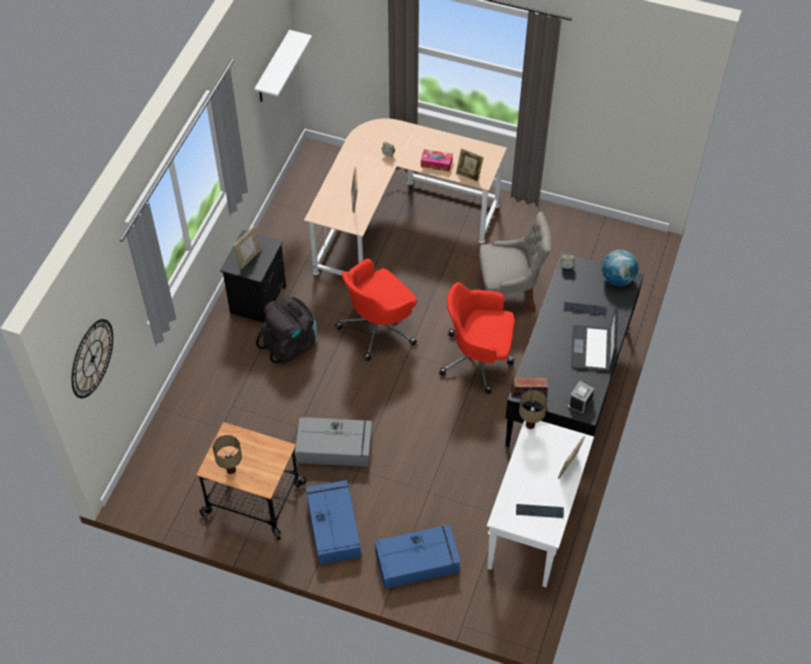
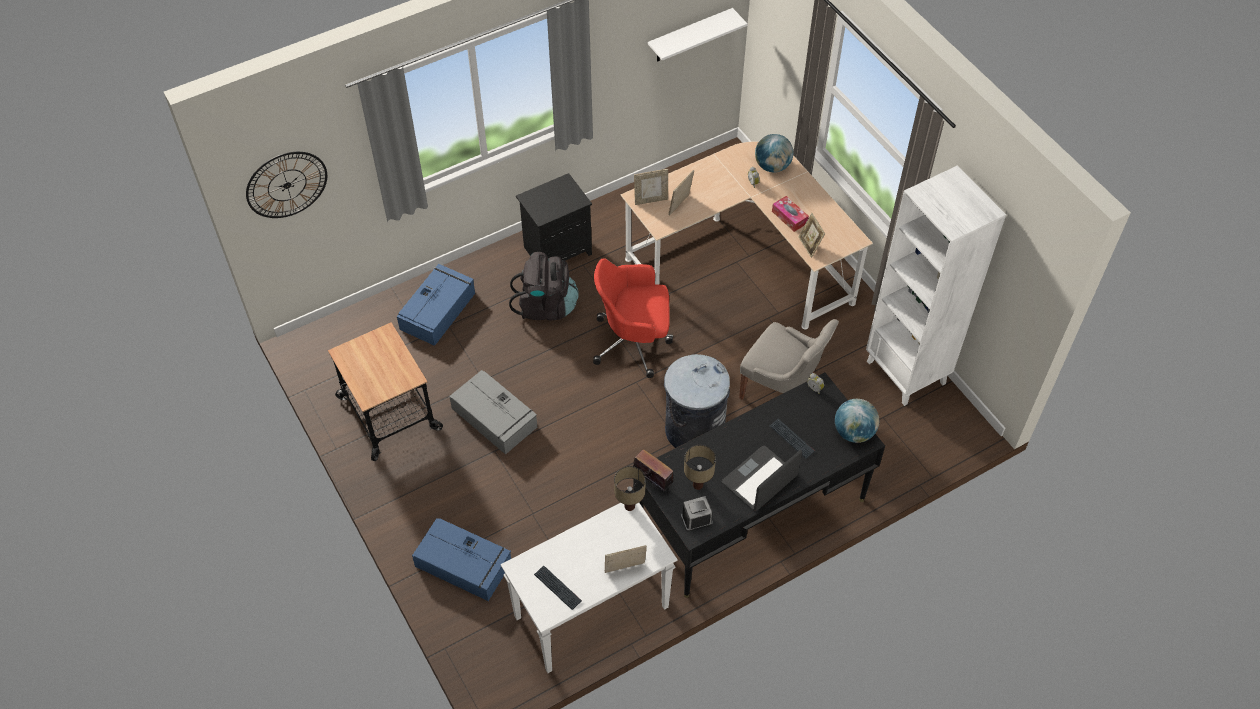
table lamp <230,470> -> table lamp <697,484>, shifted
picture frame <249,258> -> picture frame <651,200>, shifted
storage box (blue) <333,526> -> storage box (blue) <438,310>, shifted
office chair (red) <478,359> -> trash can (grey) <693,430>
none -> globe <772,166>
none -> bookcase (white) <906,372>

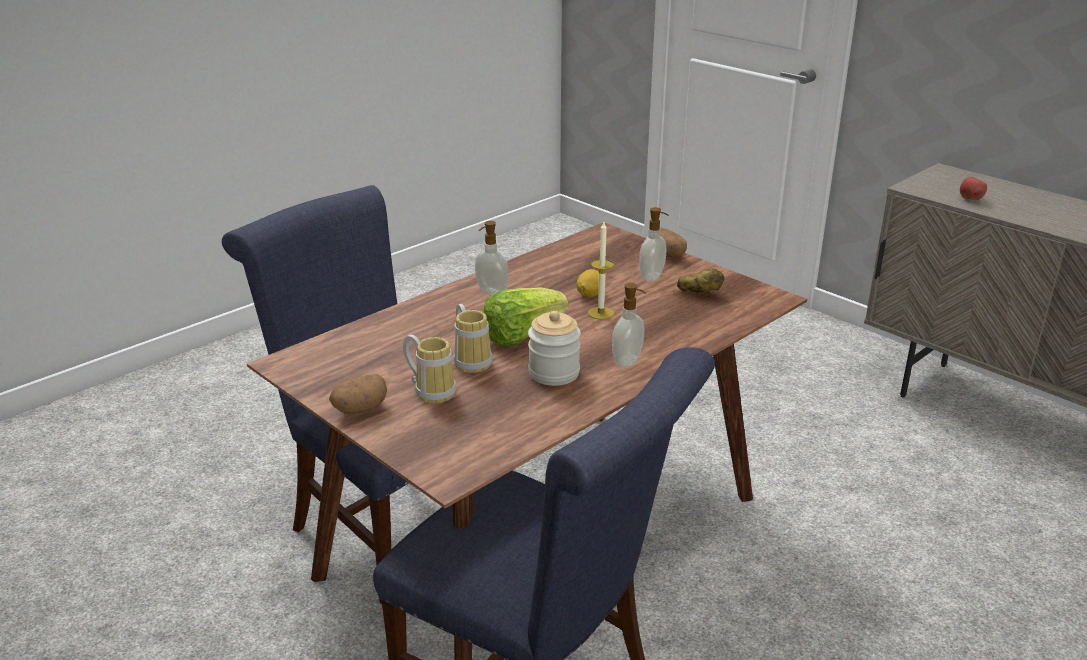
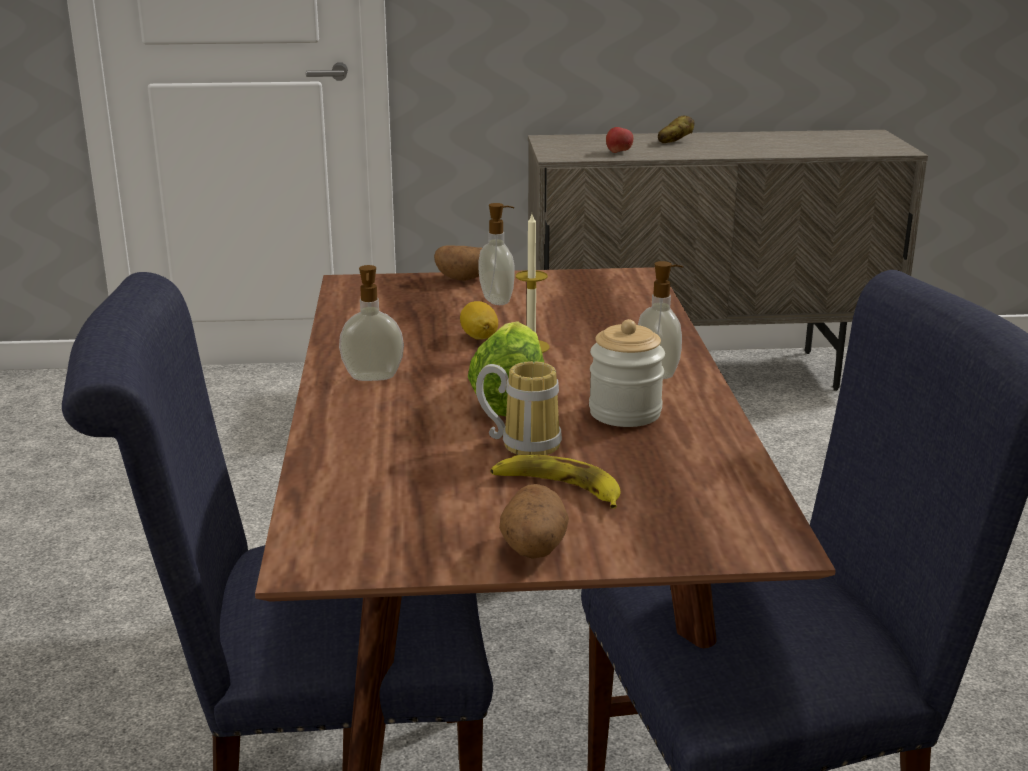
mug <432,390> -> banana <558,488>
potato <700,292> -> potato <674,141>, shifted

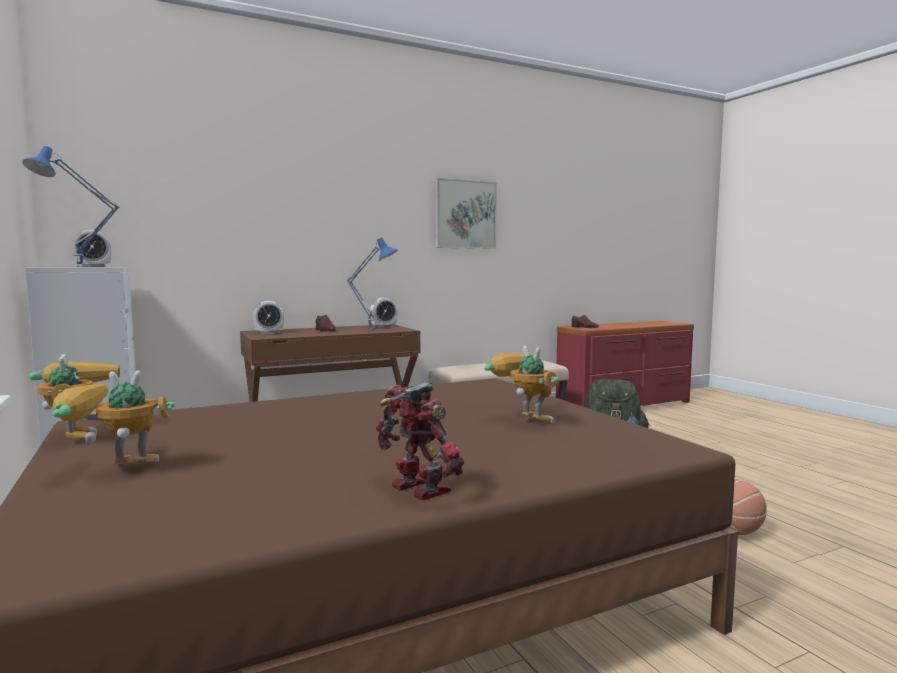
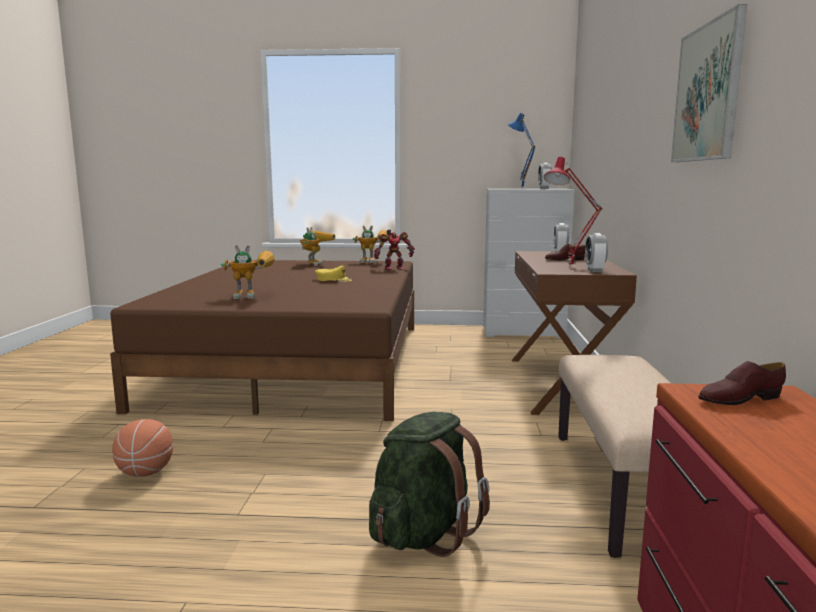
table lamp (blue) <372,329> -> table lamp (red) <572,267>
toy robot <417,490> -> toy robot <393,268>, shifted
none -> cap (yellow) <333,279>

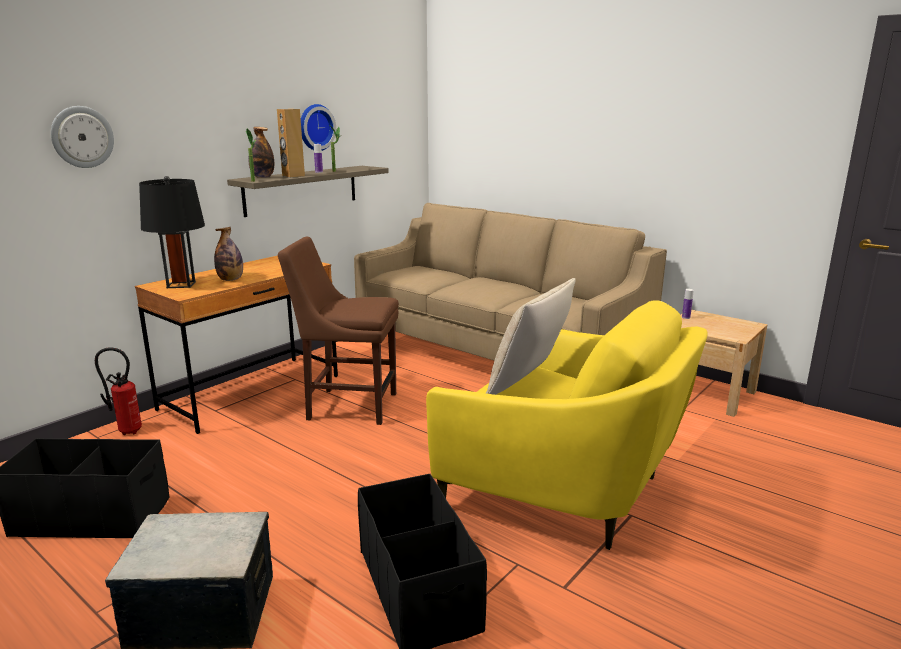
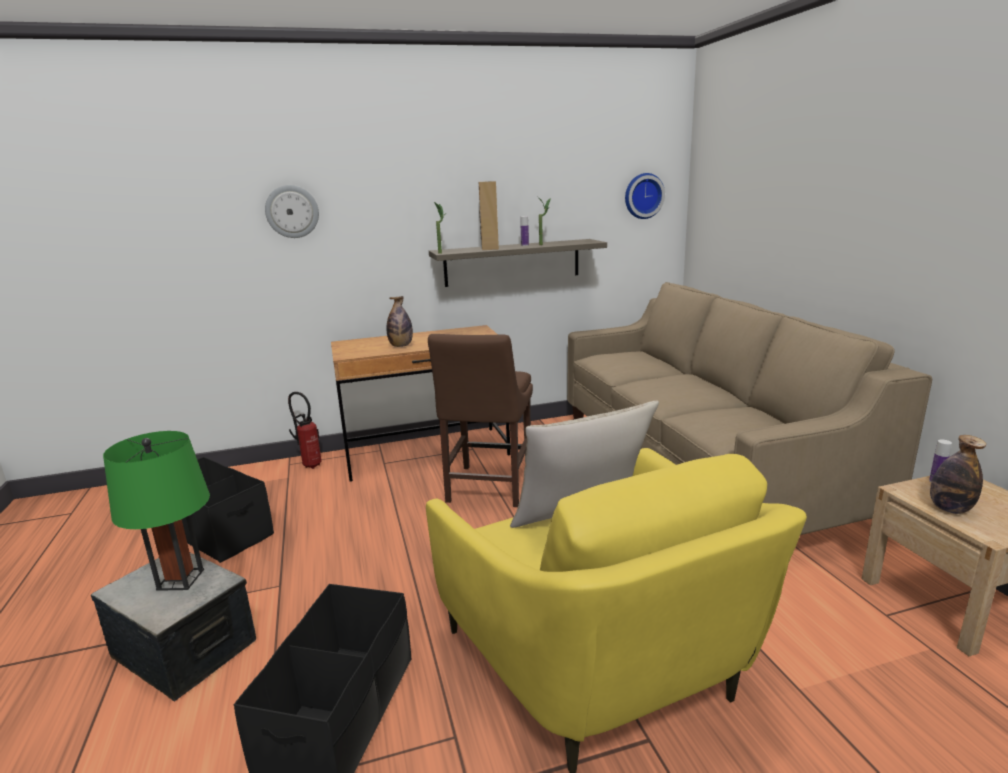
table lamp (black) <181,285> -> none
bottle <262,177> -> bottle <950,509>, shifted
chair (brown) <348,405> -> chair (brown) <487,488>, 120 degrees counterclockwise
wall clock <315,127> -> wall clock <643,196>, shifted
none -> table lamp (green) <180,579>

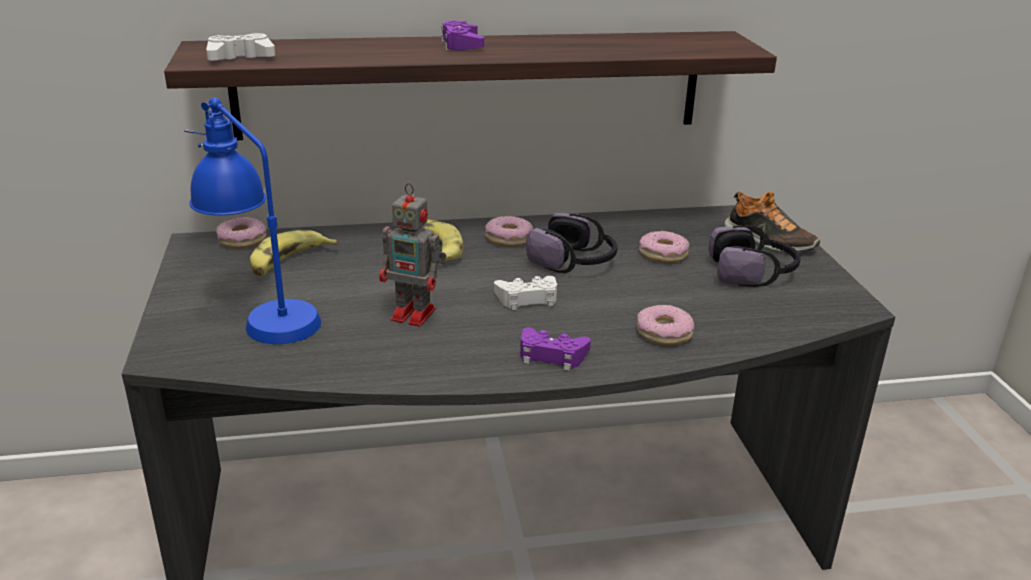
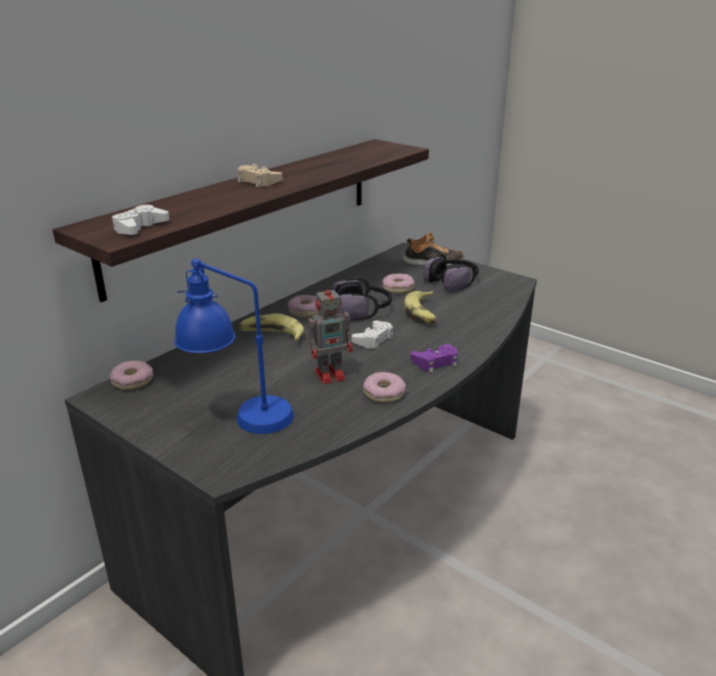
banana <288,262> -> banana <423,313>, shifted
game controller (purple) <461,44> -> game controller (beige) <258,181>
donut <664,333> -> donut <384,393>, shifted

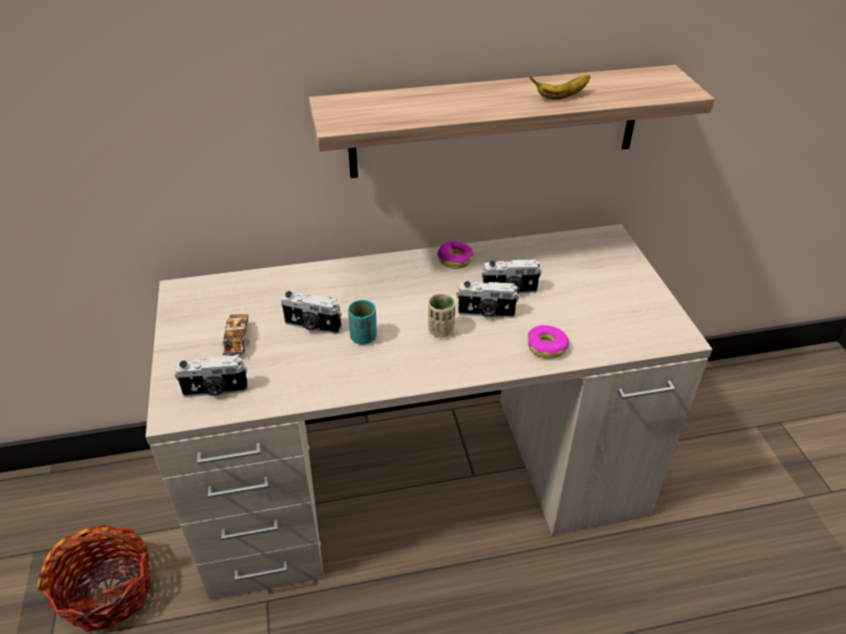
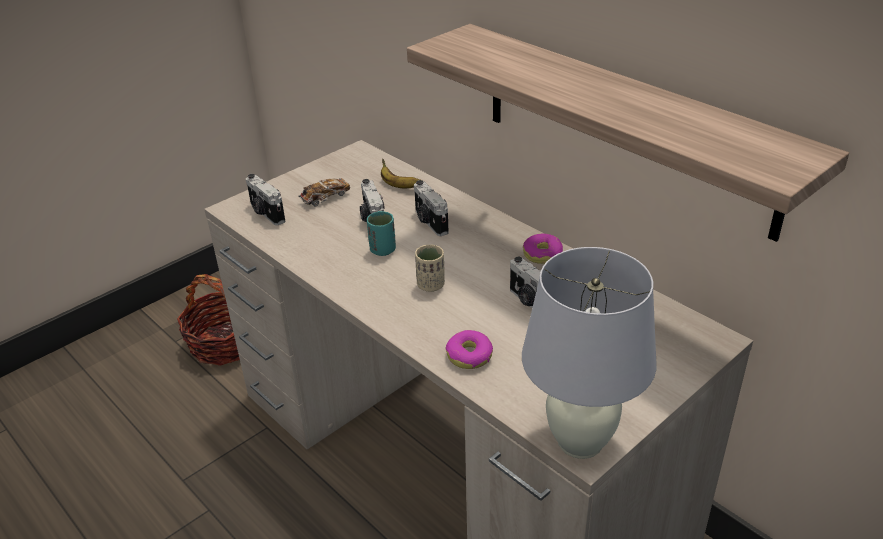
photo camera <486,313> -> photo camera <429,222>, shifted
banana <561,97> -> banana <398,186>, shifted
none -> table lamp (white) <579,441>

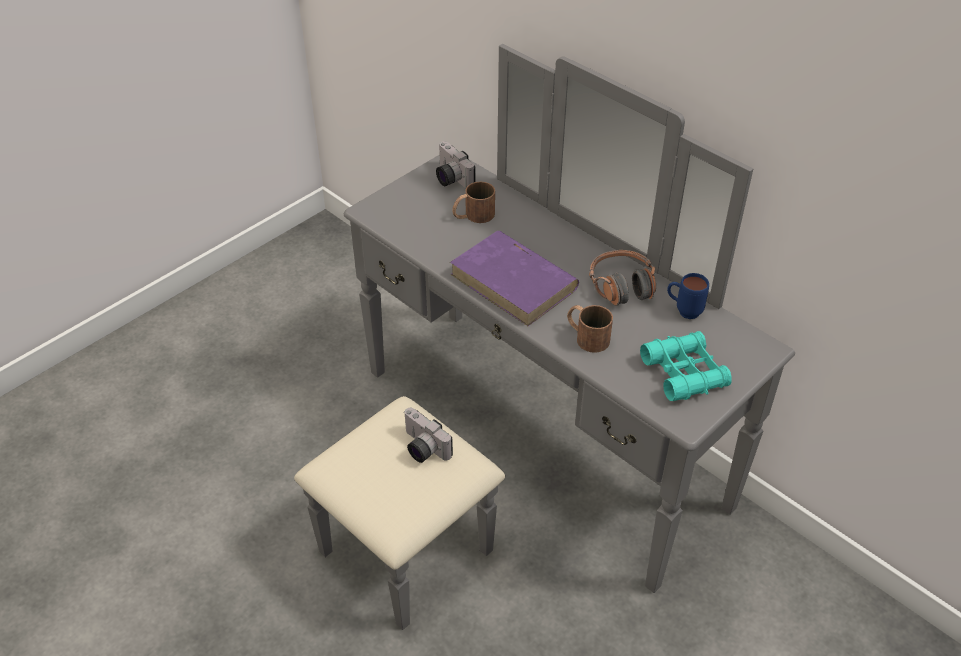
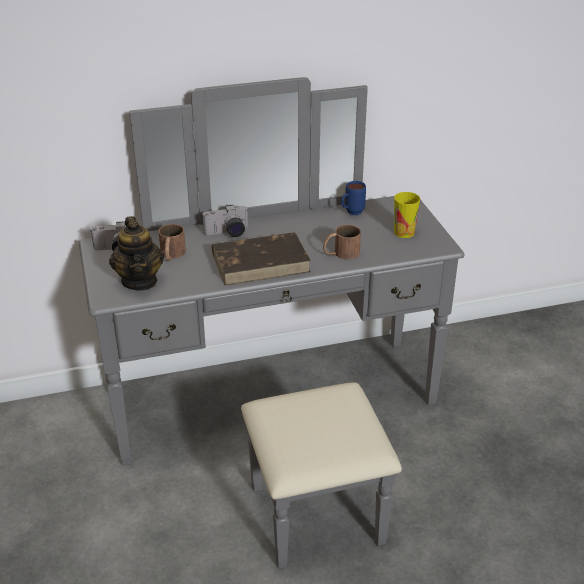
photo camera <422,448> -> photo camera <227,233>, shifted
book (purple) <514,282> -> book (brown) <261,262>
headphones <622,286> -> none
binoculars (turquoise) <684,373> -> cup <404,232>
none -> teapot <140,281>

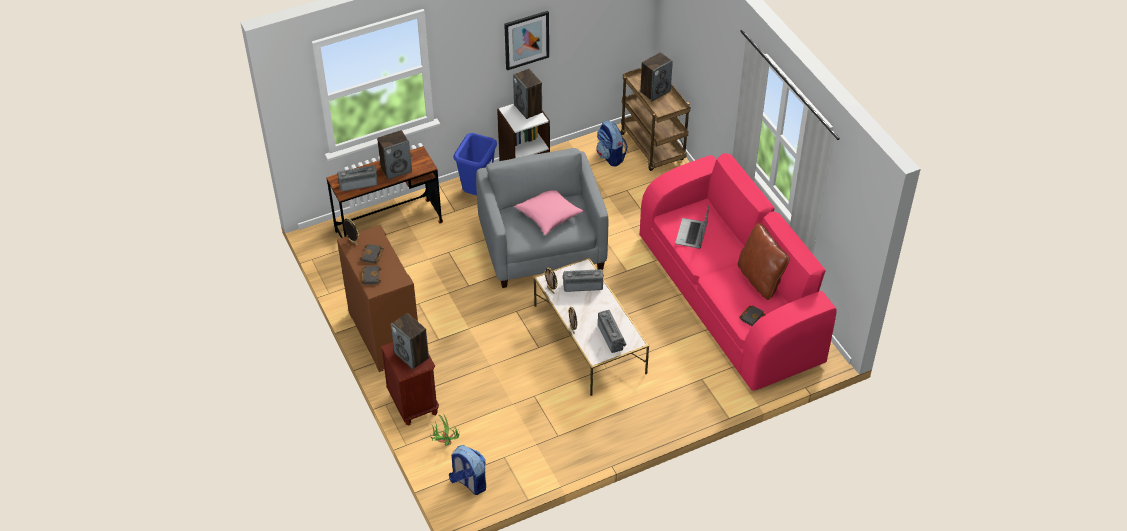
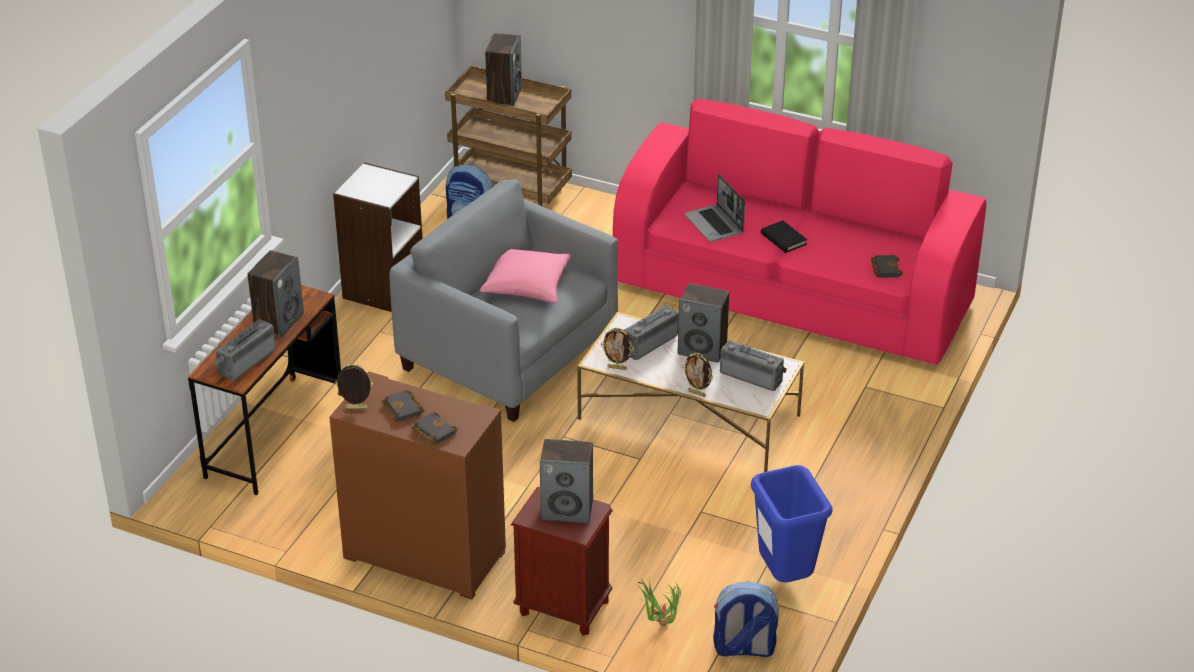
trash can (blue) <477,192> -> trash can (blue) <784,577>, shifted
picture <526,40> -> none
speaker <528,109> -> speaker <703,349>, shifted
pillow (brown) <760,279> -> none
none -> book (black) <783,239>

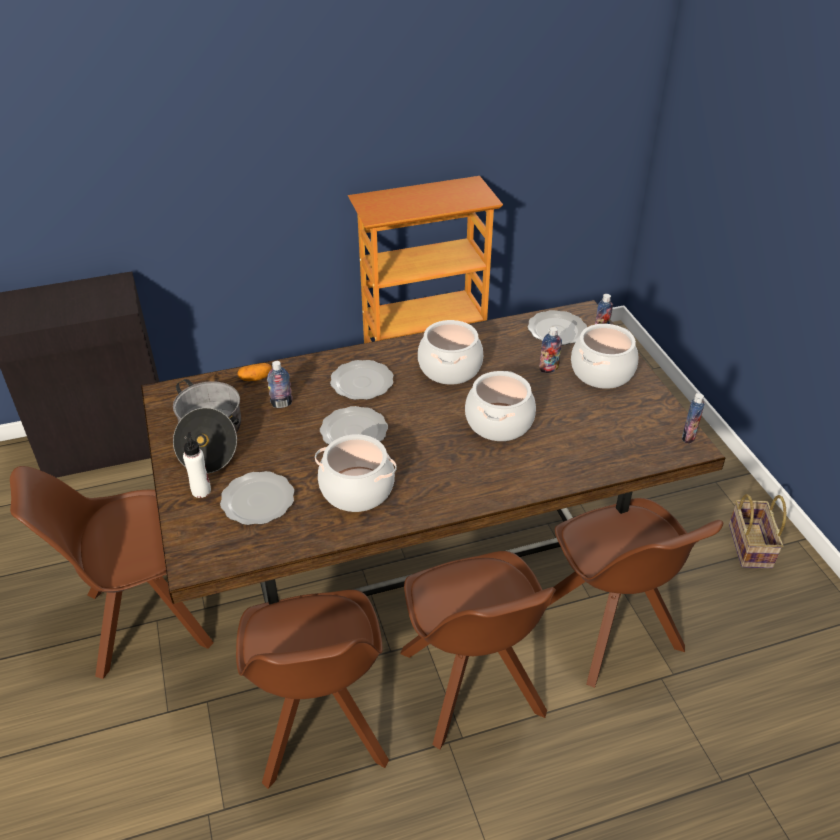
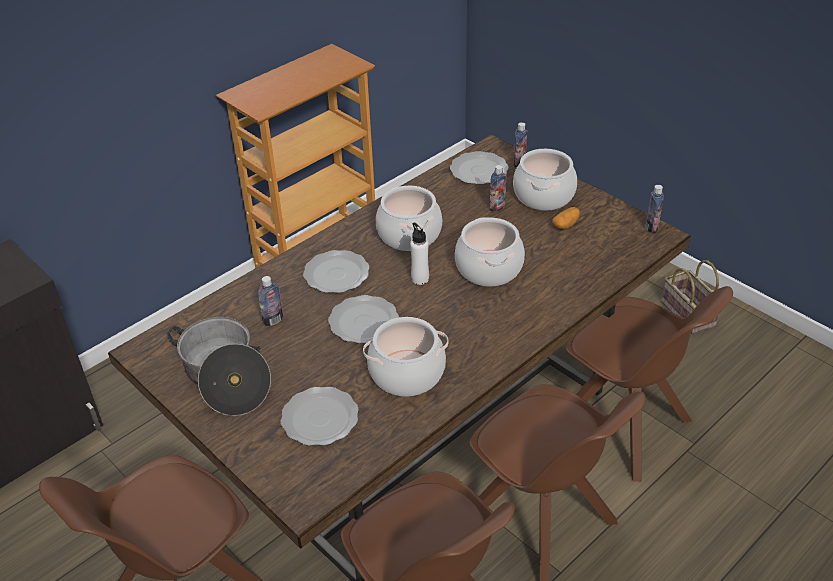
bottle (white) <201,490> -> bottle (white) <420,278>, shifted
potato <255,378> -> potato <565,225>, shifted

